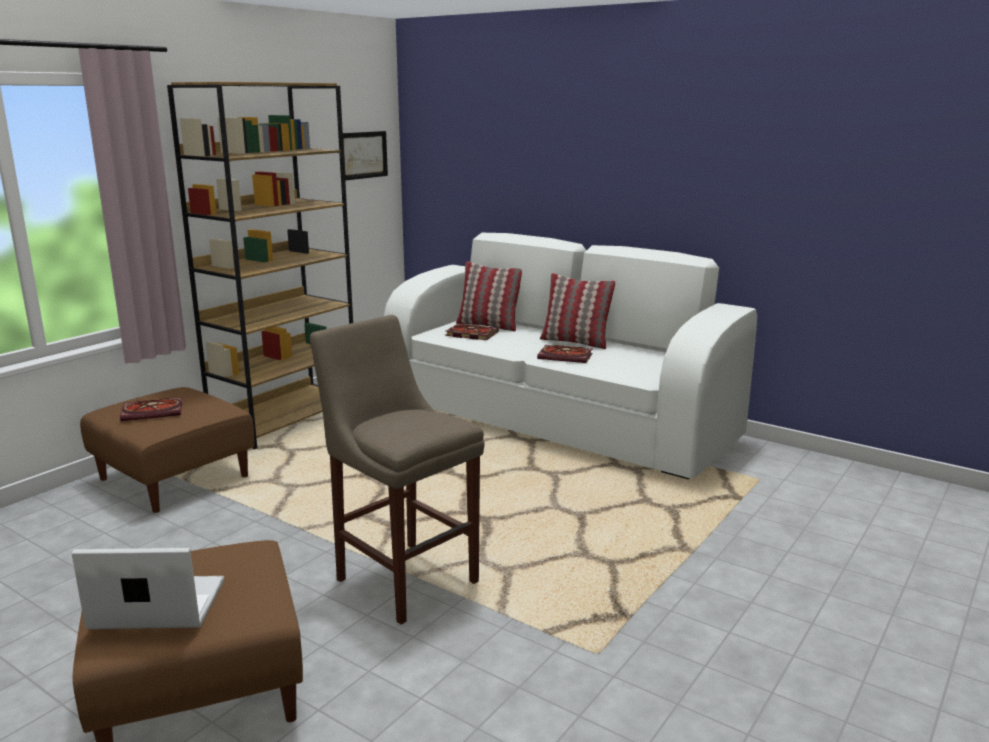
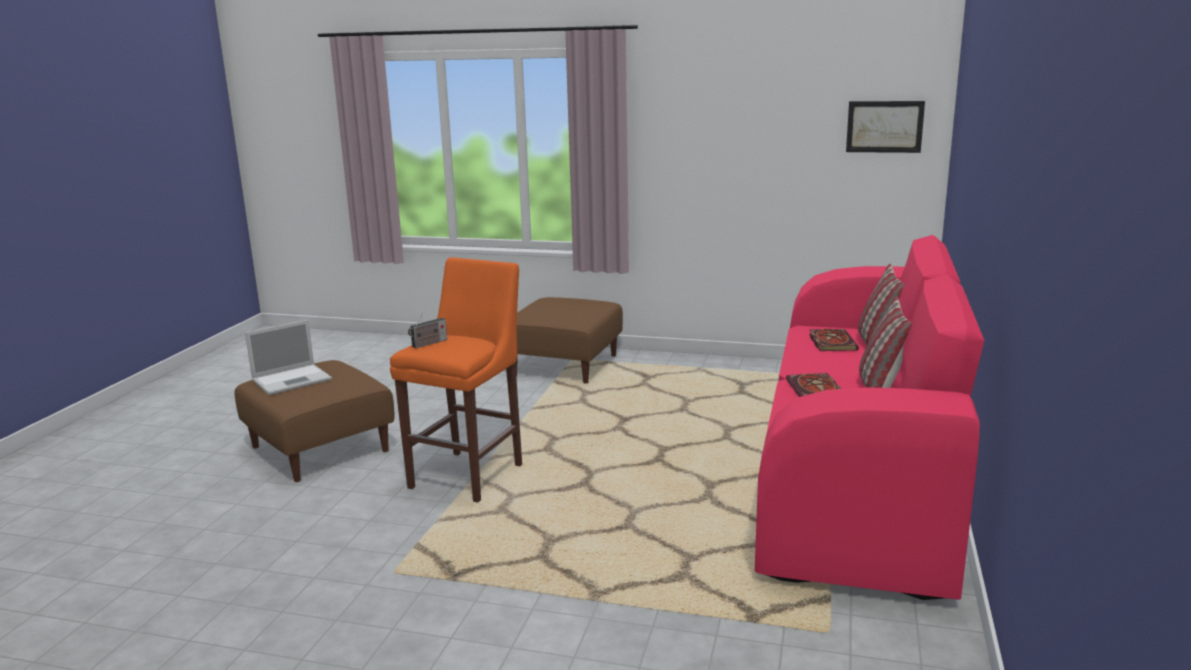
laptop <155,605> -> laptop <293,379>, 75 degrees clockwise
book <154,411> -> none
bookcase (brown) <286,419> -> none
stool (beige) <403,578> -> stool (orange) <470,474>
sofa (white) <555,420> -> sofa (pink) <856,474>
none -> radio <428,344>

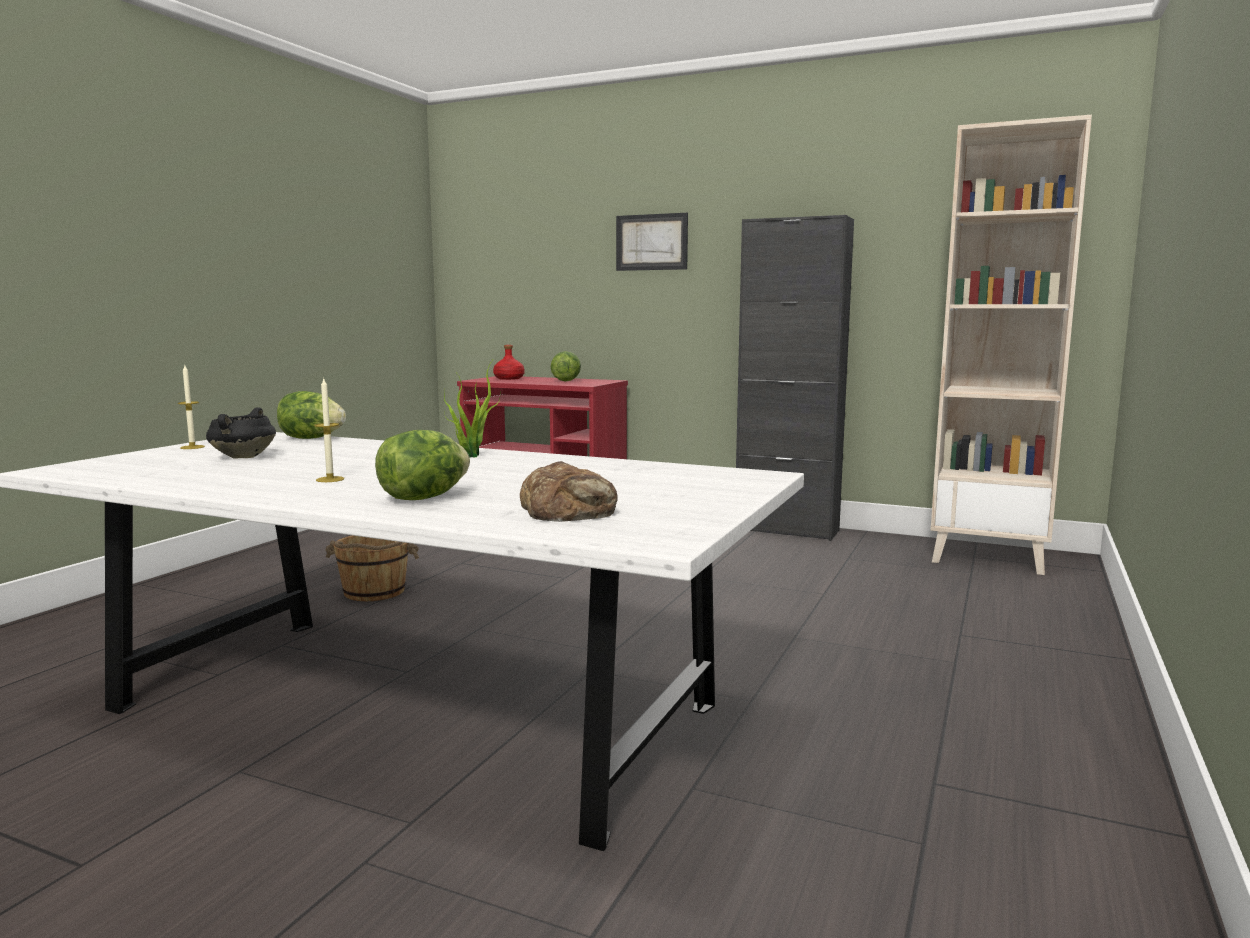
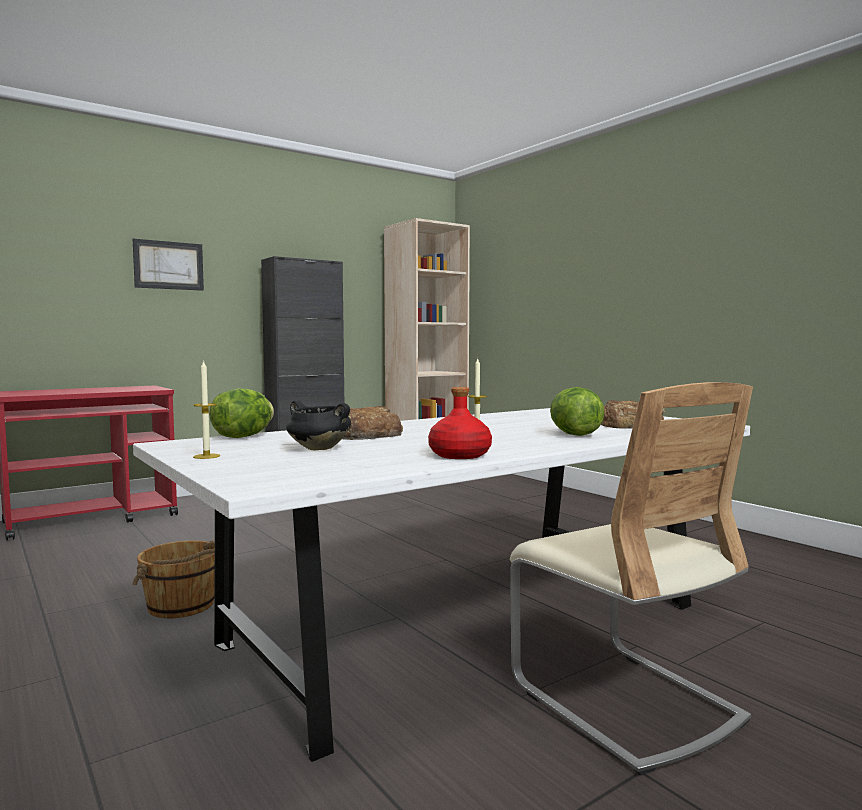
potted plant <470,455> -> none
bottle (red) <508,378> -> bottle (red) <460,455>, shifted
lettuce <566,381> -> none
none -> bread <363,435>
none -> chair (beige) <624,701>

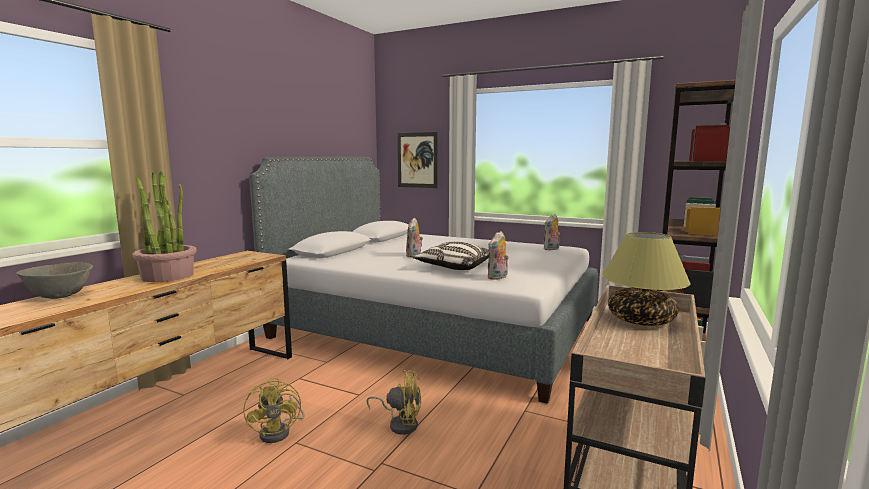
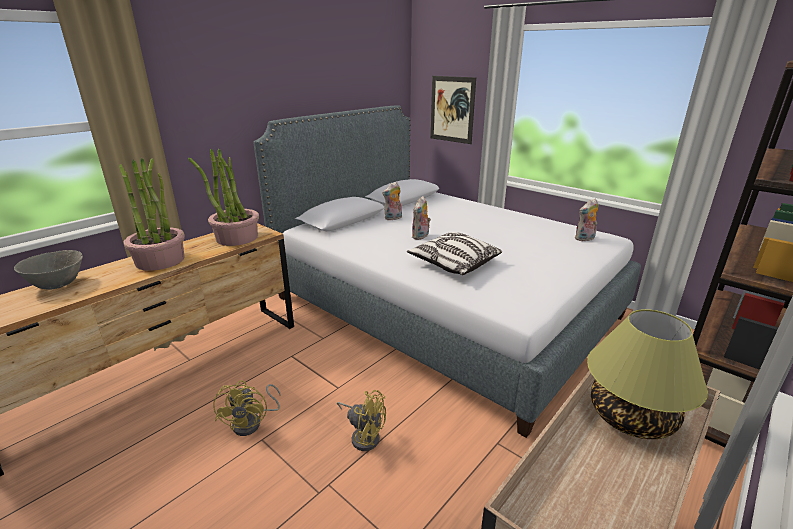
plush toy <498,277> -> plush toy <393,218>, shifted
none -> potted plant <236,238>

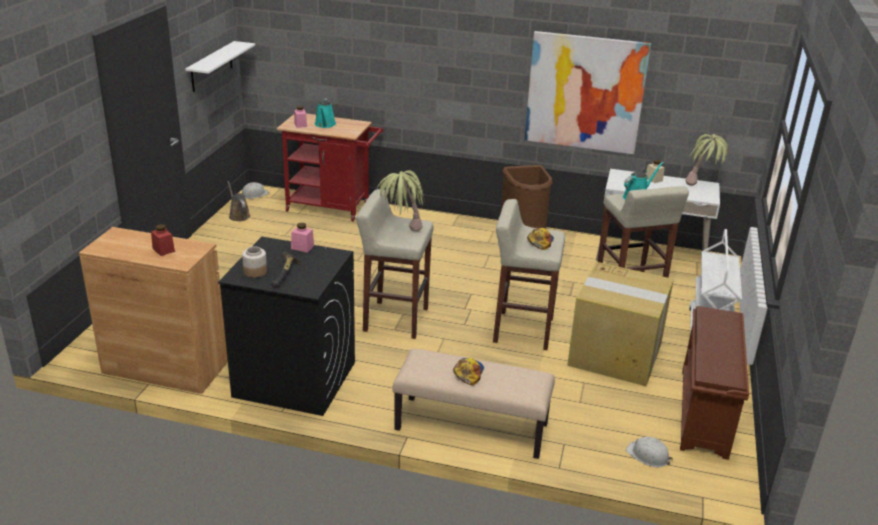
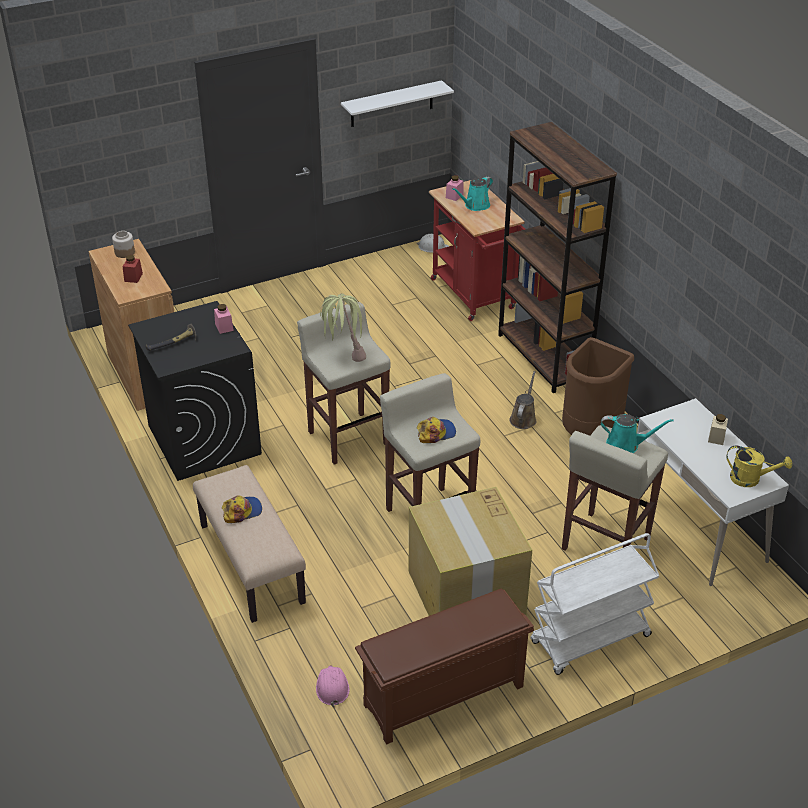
watering can (brown) <238,215> -> watering can (brown) <523,418>, shifted
jar <255,272> -> jar <124,252>, shifted
picture <585,93> -> none
hard hat (white) <648,455> -> hard hat (pink) <332,687>
potted plant <702,188> -> watering can (yellow) <750,479>
none -> bookcase (brown) <543,357>

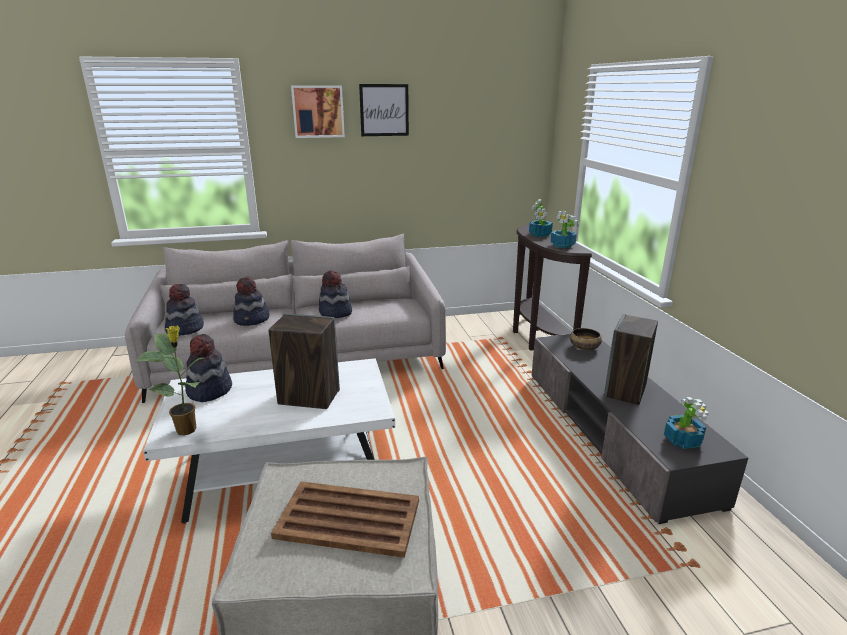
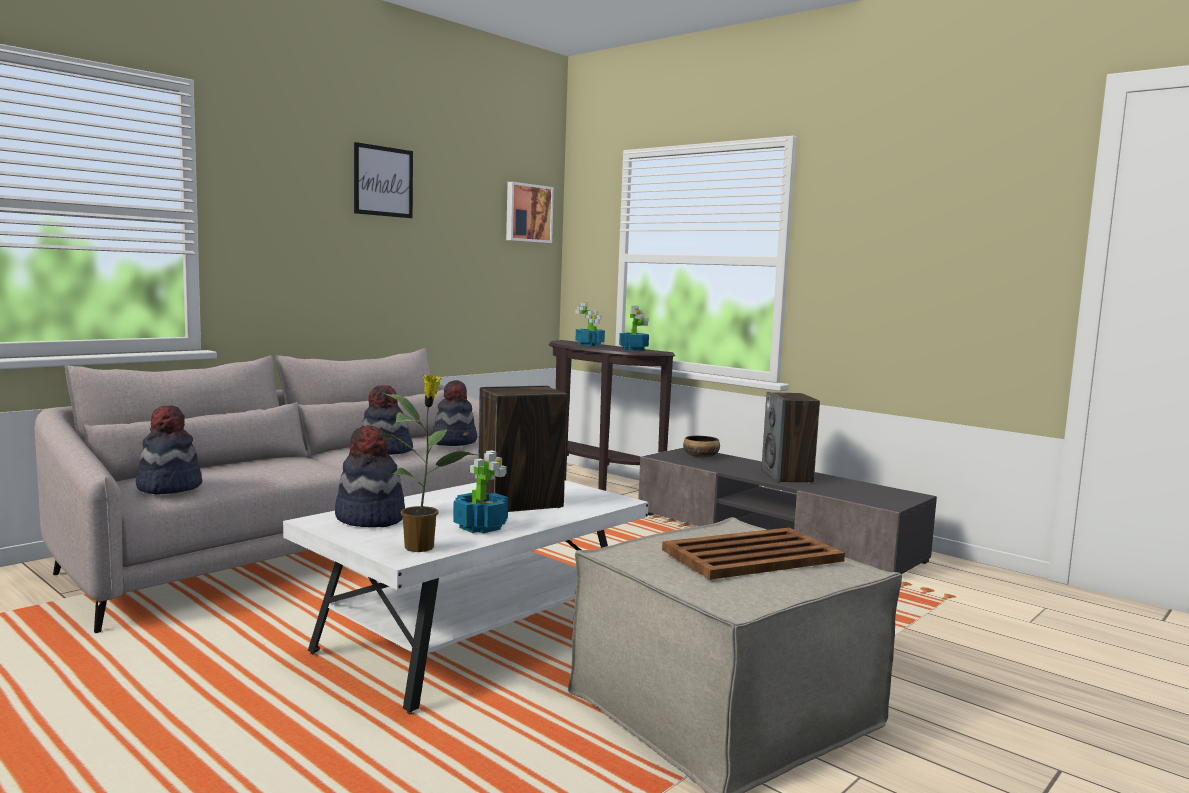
hat <252,320> -> hat <455,442>, shifted
picture <318,111> -> picture <527,213>, shifted
potted plant <682,440> -> potted plant <480,526>, shifted

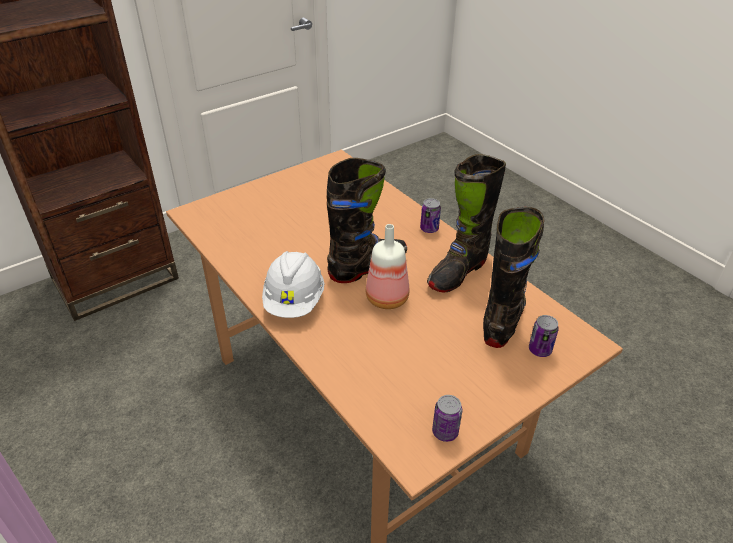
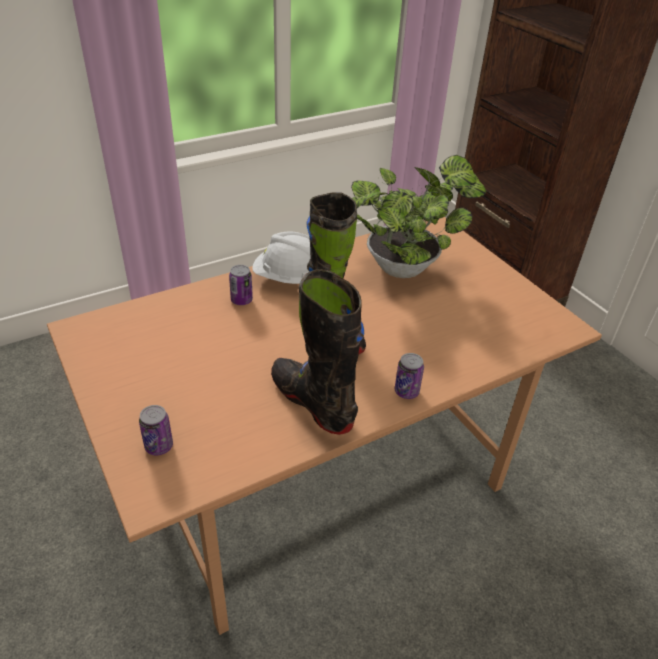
bottle <388,298> -> none
can <445,432> -> can <241,300>, shifted
boot (black) <503,319> -> none
none -> potted plant <406,267>

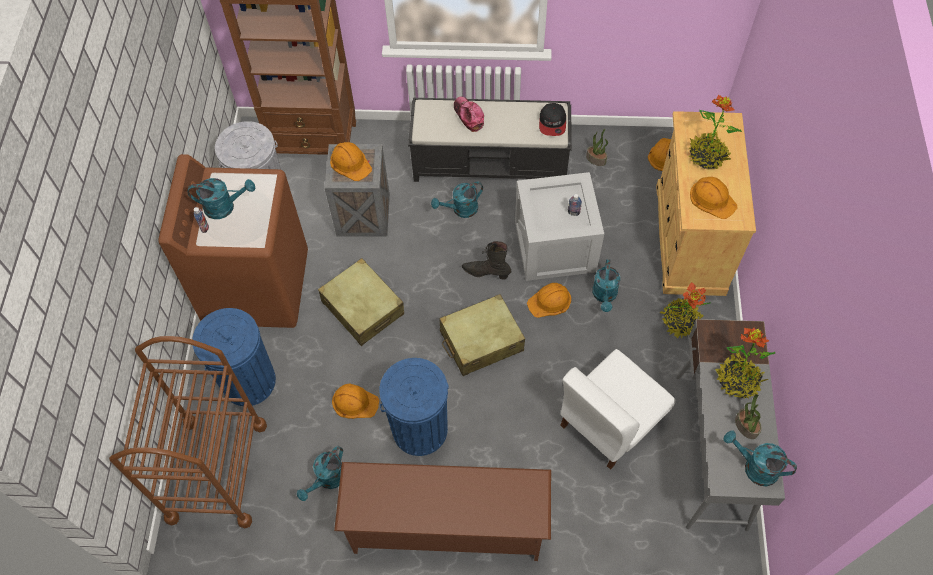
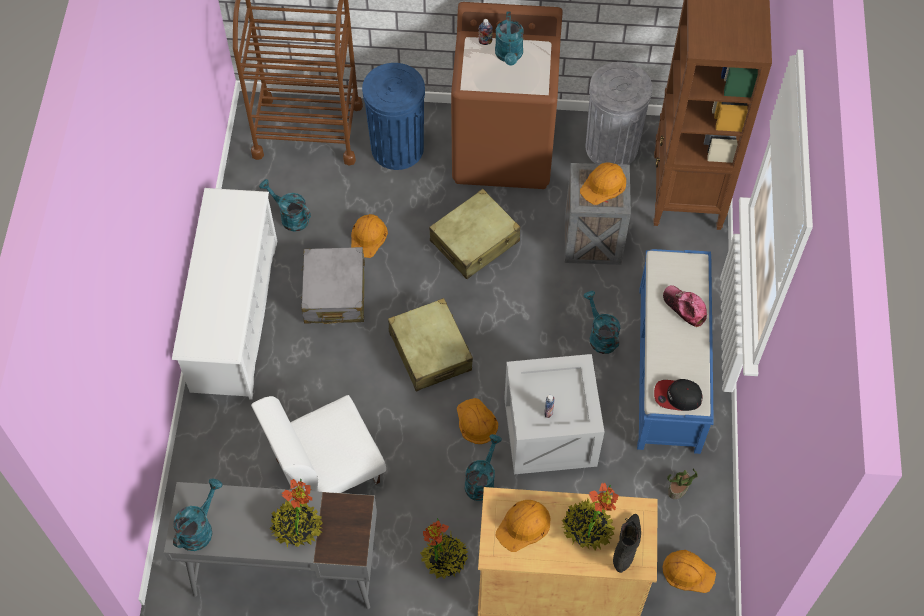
shoe rack (brown) <446,525> -> shoe rack (white) <234,315>
trash can (blue) <420,429> -> suitcase (grey) <334,293>
bench (black) <491,162> -> bench (blue) <669,370>
cap <468,116> -> cap <684,307>, 105 degrees counterclockwise
boot (black) <486,272> -> boot (black) <627,546>, shifted
chair (white) <609,422> -> chair (white) <326,470>, 75 degrees counterclockwise
watering can (turquoise) <604,296> -> watering can (turquoise) <481,480>, 105 degrees clockwise
potted plant <745,426> -> none

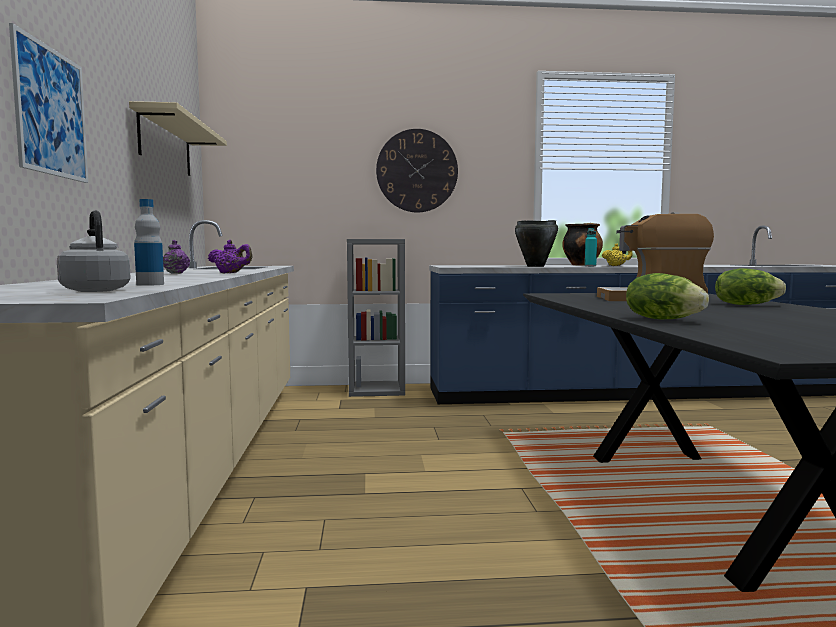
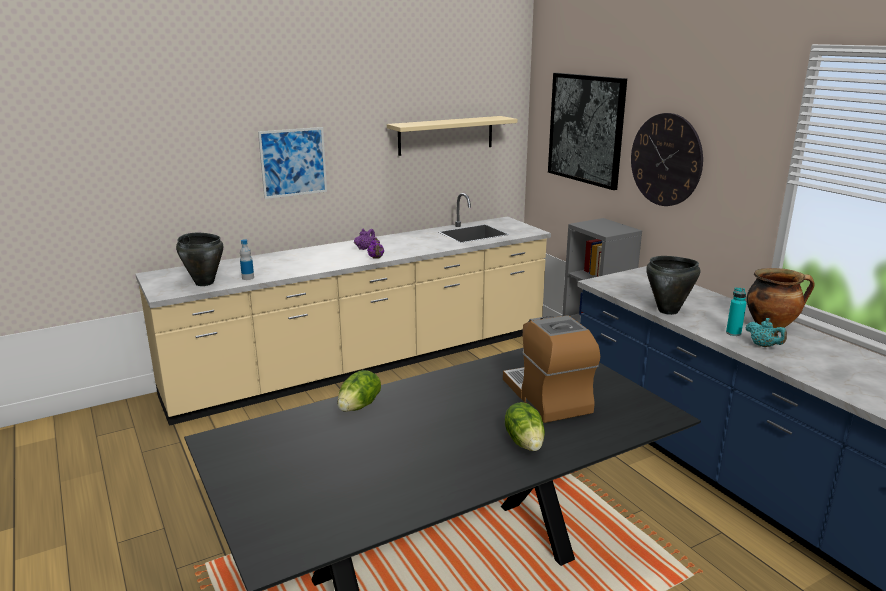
kettle (grey) <95,290> -> cooking pot (black) <204,283>
teapot (yellow) <616,266> -> teapot (turquoise) <763,346>
none -> picture <586,129>

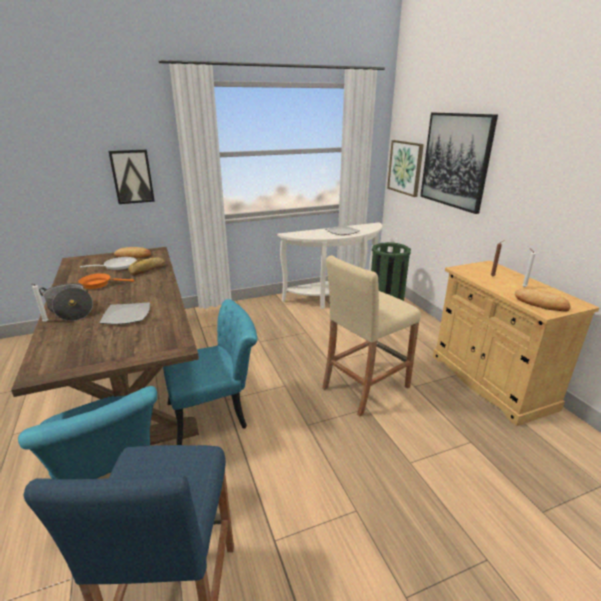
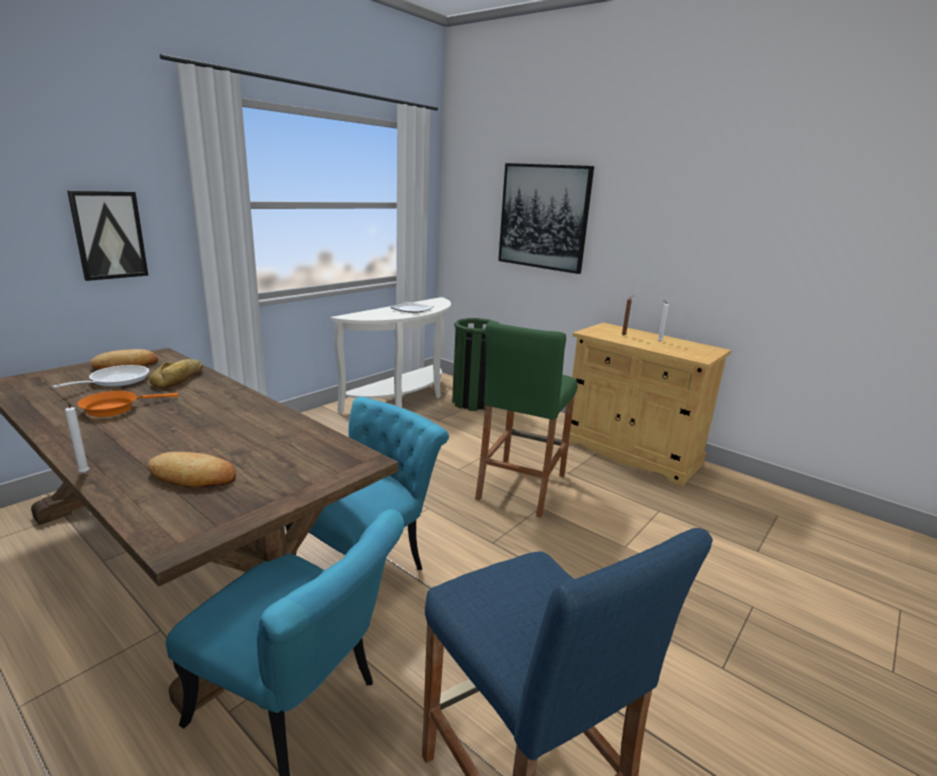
cooking pot <70,310> -> none
plate <127,315> -> none
stool (beige) <365,387> -> stool (green) <521,486>
picture <405,167> -> none
bread <541,304> -> bread <193,476>, shifted

